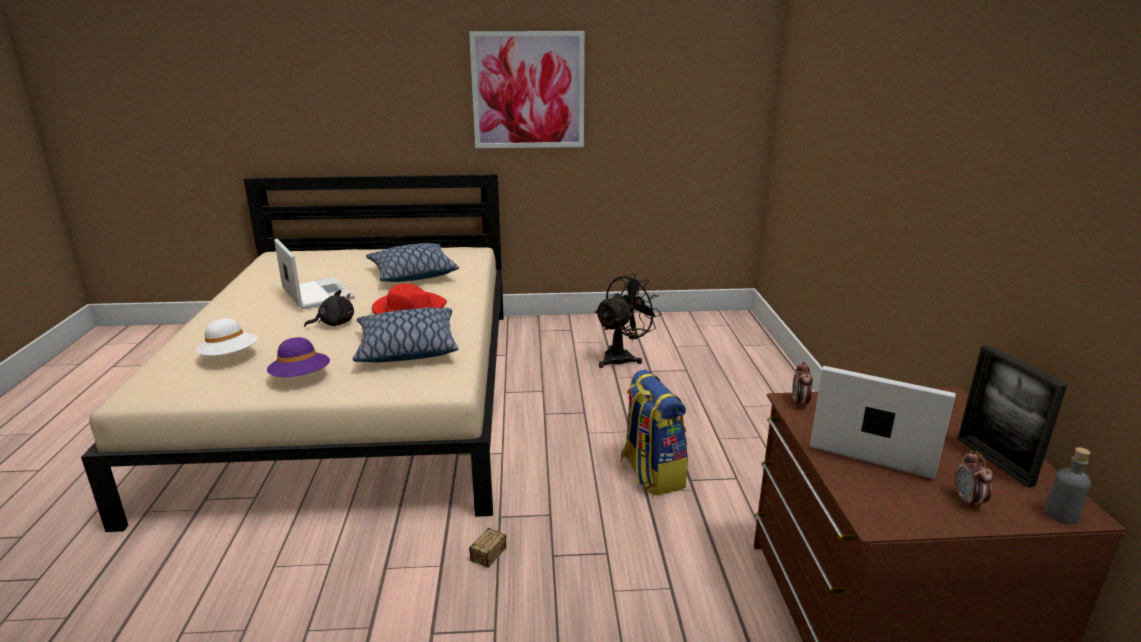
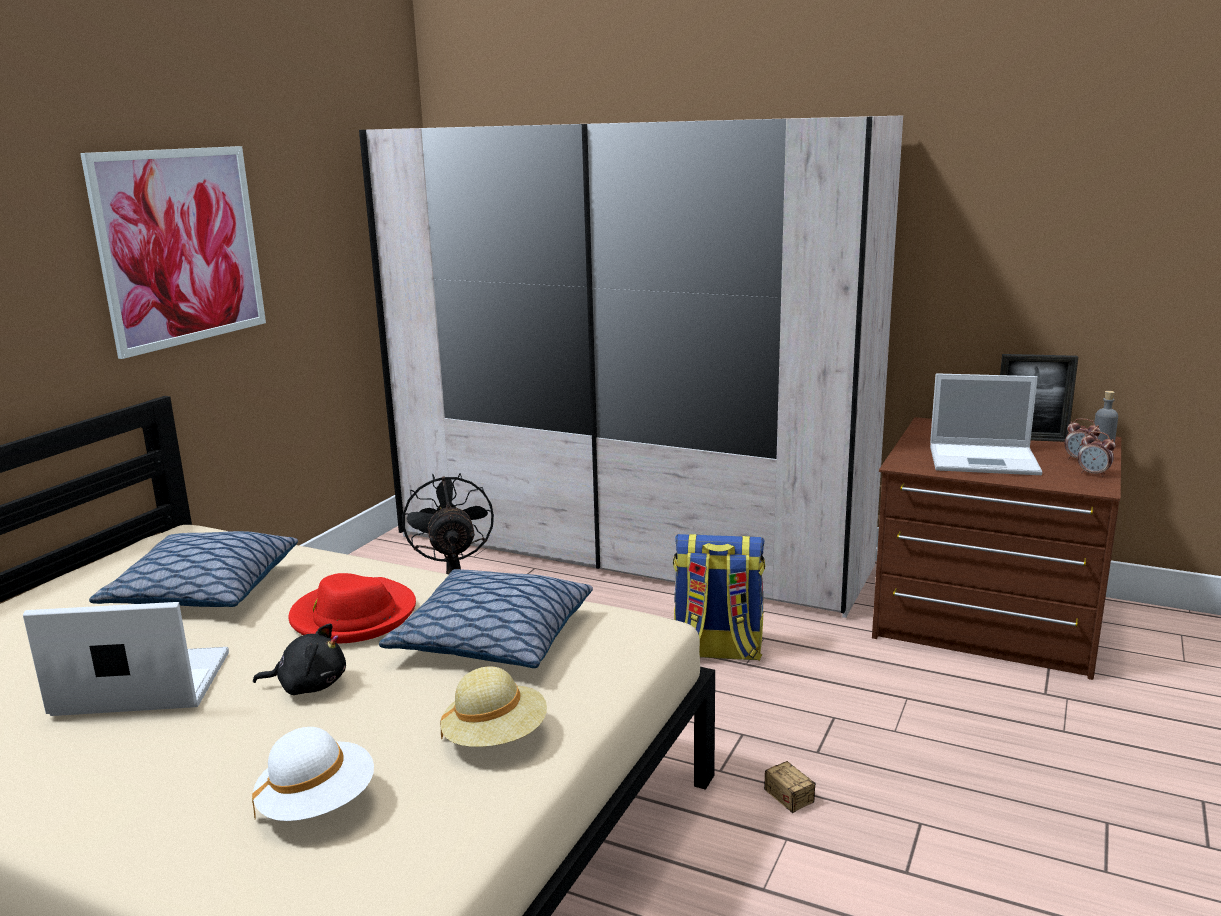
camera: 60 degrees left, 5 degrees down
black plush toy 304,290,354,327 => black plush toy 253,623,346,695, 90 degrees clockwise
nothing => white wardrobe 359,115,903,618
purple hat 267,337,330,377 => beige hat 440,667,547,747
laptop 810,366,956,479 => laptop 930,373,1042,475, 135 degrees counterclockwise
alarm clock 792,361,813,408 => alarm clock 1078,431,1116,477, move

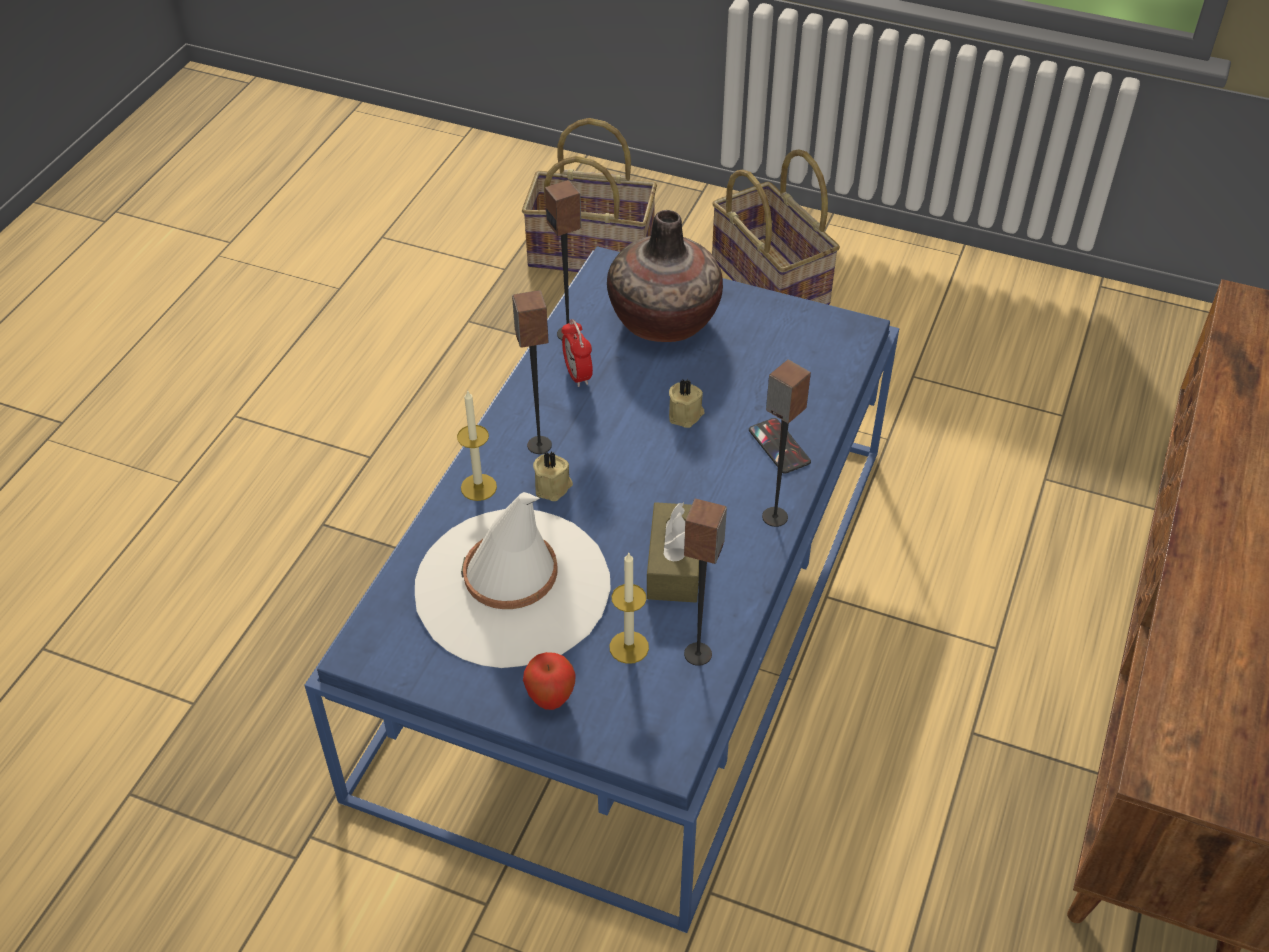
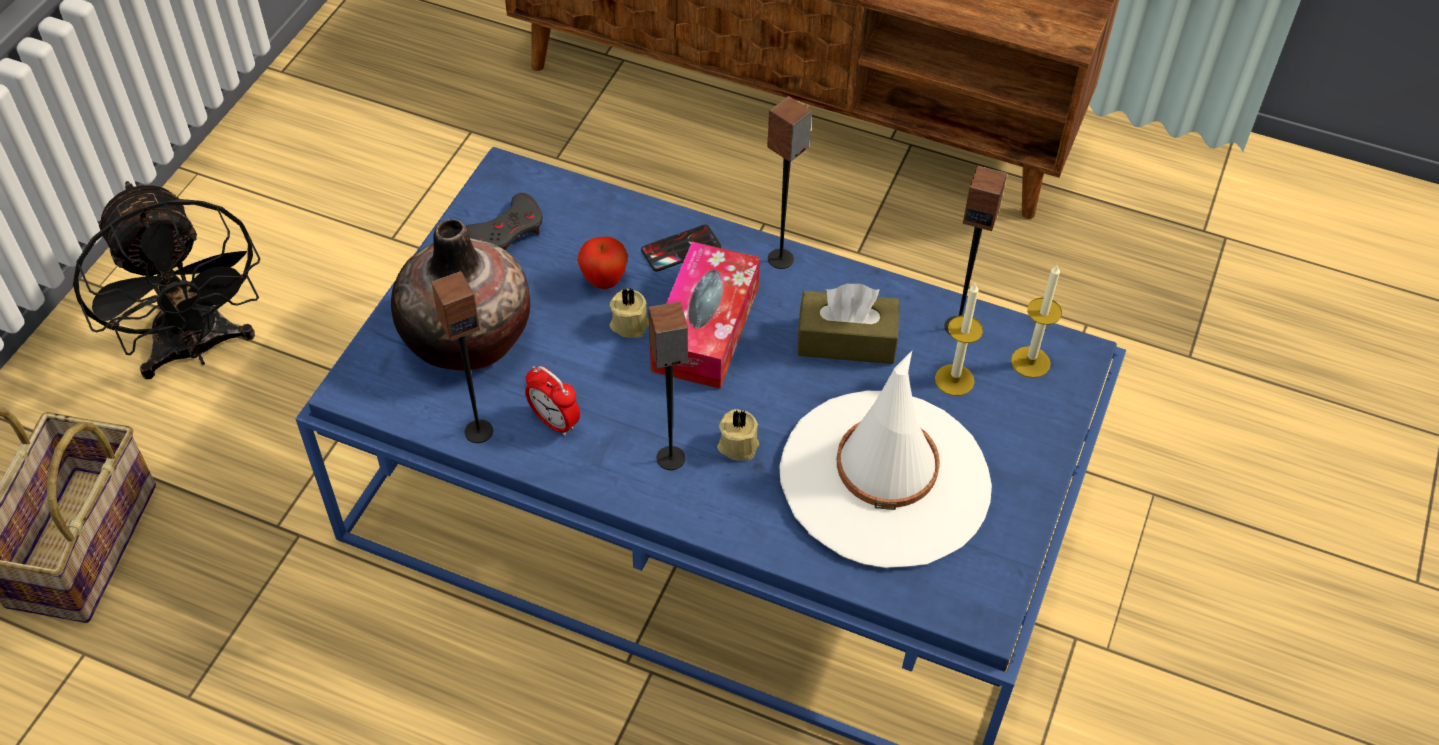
camera: 90 degrees left, 5 degrees up
basket 712,149,840,305 => black fan 73,181,261,379
nothing => grey game controller 466,193,543,250
alarm clock 562,319,593,387 => alarm clock 525,366,580,436, 60 degrees clockwise
apple 523,652,576,710 => apple 577,237,628,289, move
nothing => tissue box 650,242,760,389
candle 457,390,497,501 => candle 1011,264,1062,378, move

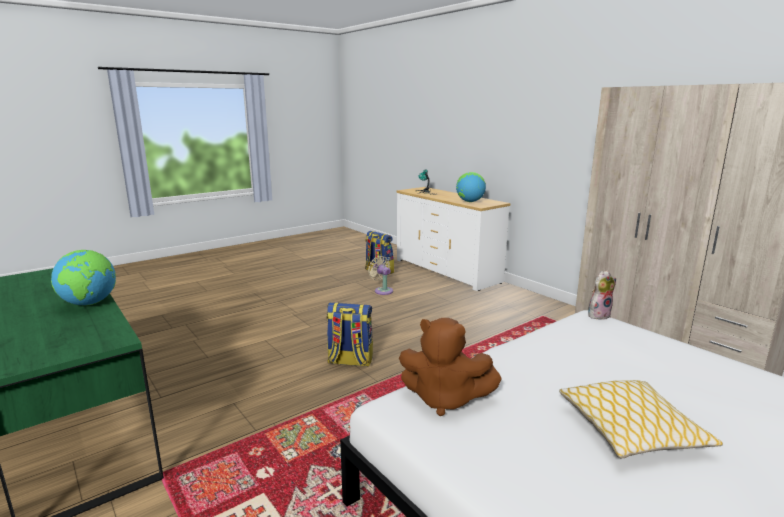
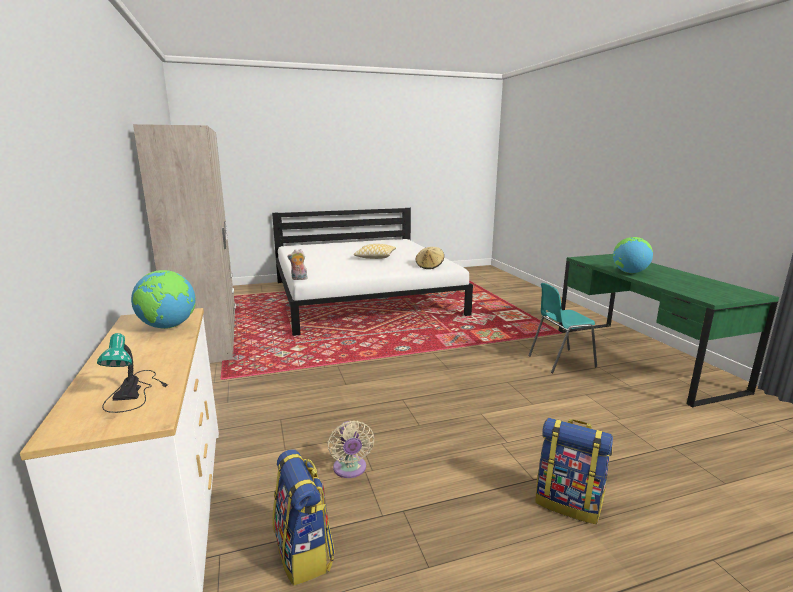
camera: 160 degrees left, 0 degrees up
brown plush toy 399,318,502,416 => beige hat 416,247,444,269
nothing => turquoise chair 528,283,597,373
backpack 326,303,373,367 => backpack 535,418,613,524, move

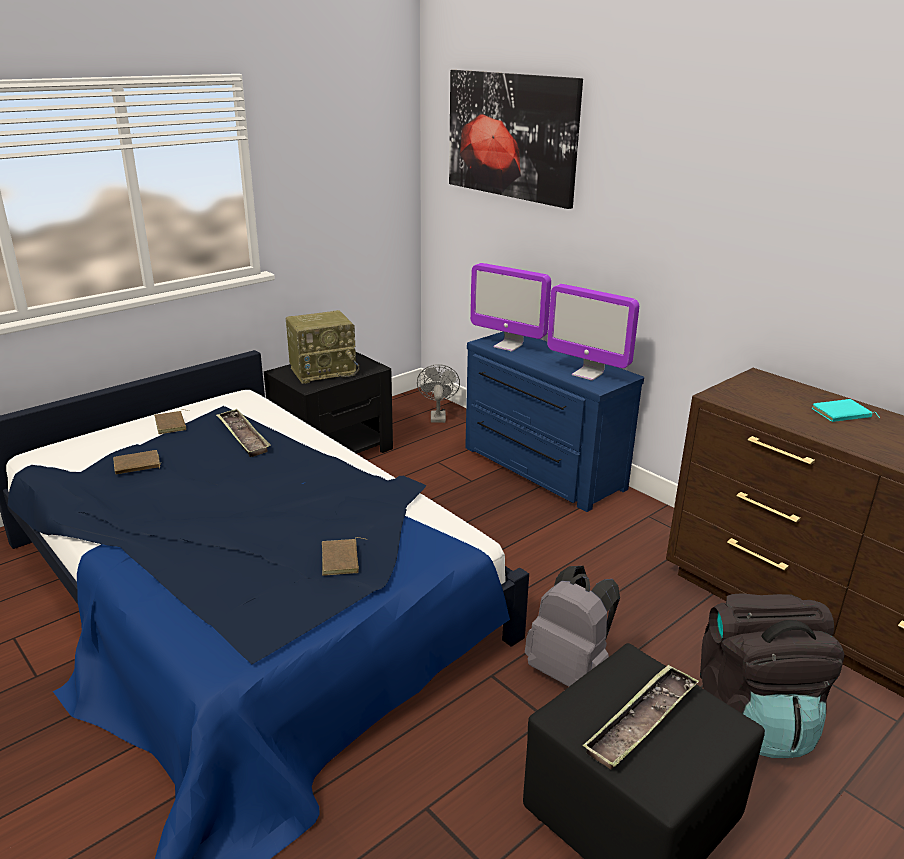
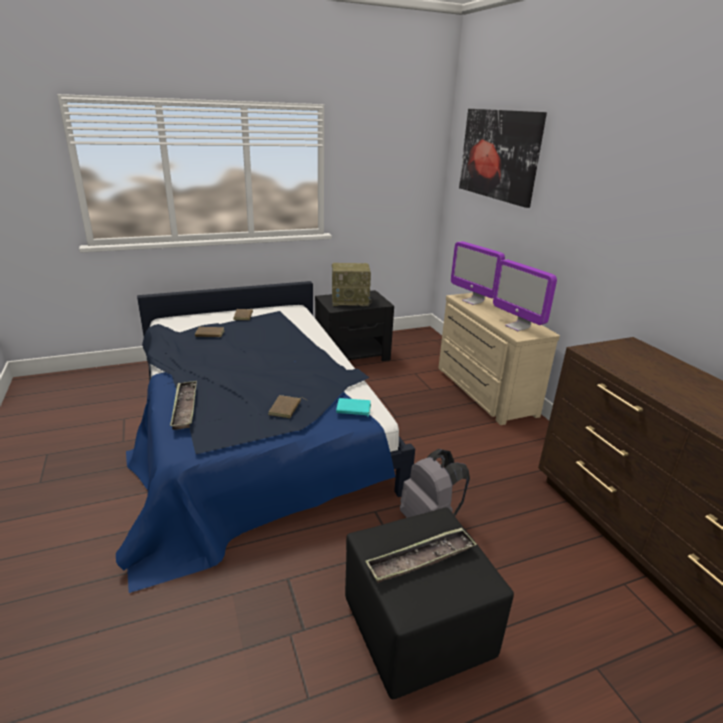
camera: 20 degrees right, 0 degrees up
tray 216,409,271,457 => tray 170,381,197,430, move
turquoise book 812,399,880,422 => turquoise book 336,398,371,416, move
blue dresser 465,332,644,512 => beige dresser 438,293,560,425
grey fan 417,364,460,423 => nothing
black backpack 700,593,845,758 => nothing

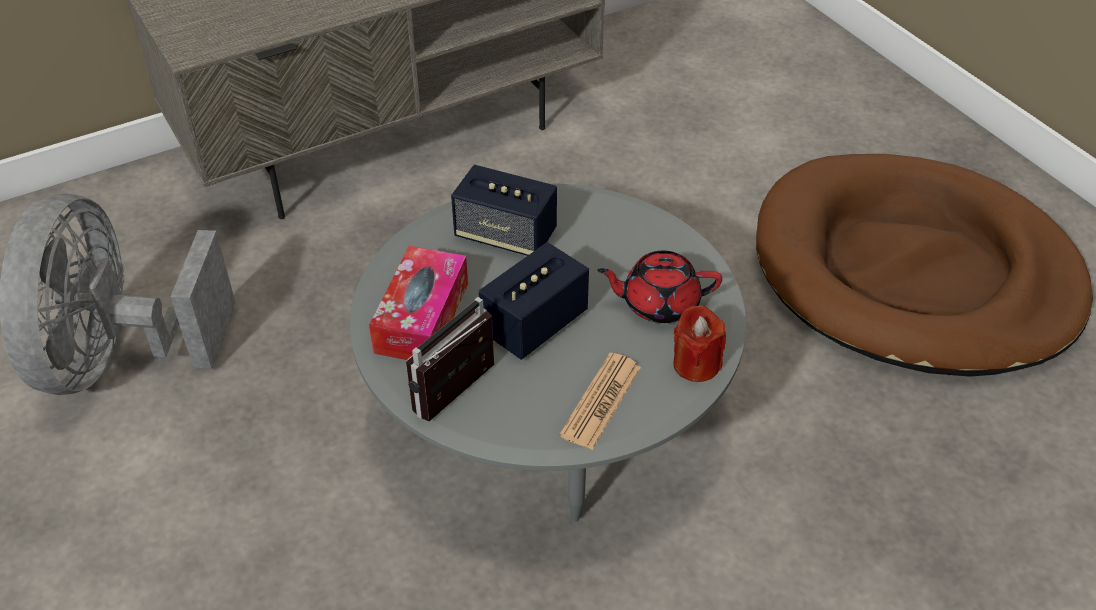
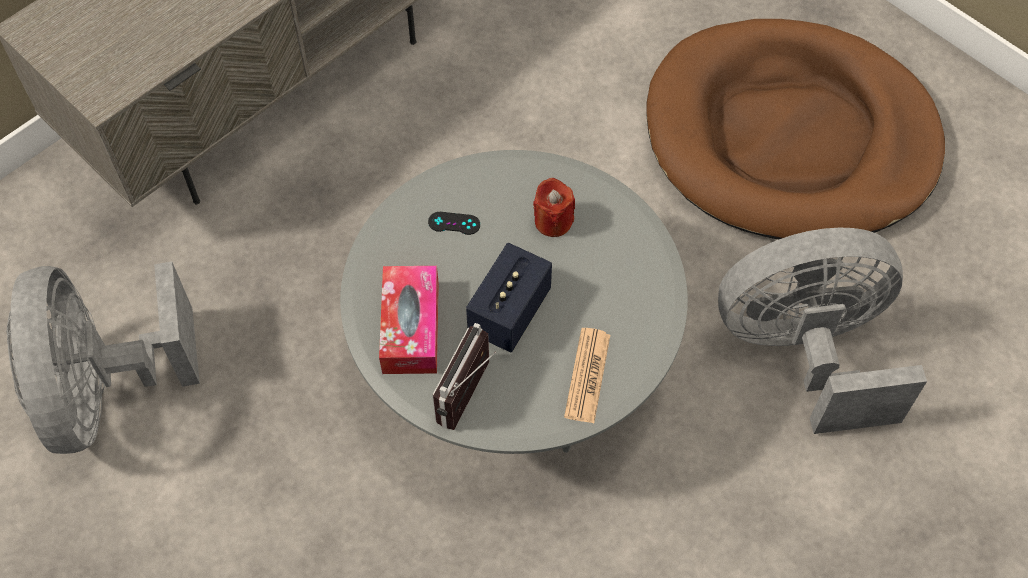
camera: 15 degrees left, 15 degrees up
speaker 451,165,557,256 => black game controller 428,212,480,235
red candle 673,305,726,382 => red candle 533,177,575,237, move
nothing => grey fan 718,228,927,434
red teapot 597,251,722,323 => nothing

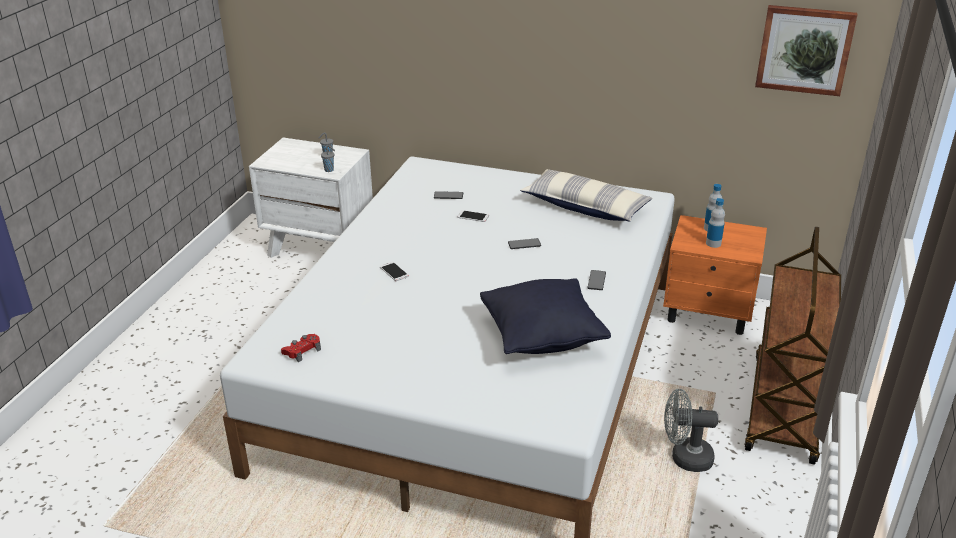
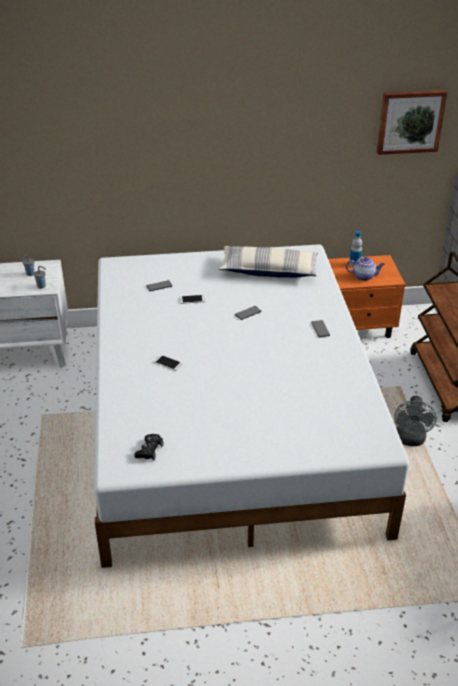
camera: 25 degrees left, 5 degrees up
red game controller 281,334,321,362 => black game controller 134,434,164,461
bottle 706,198,725,248 => teapot 346,257,385,281
grey fan 664,389,718,472 => grey fan 394,396,437,446, 60 degrees counterclockwise
black pillow 480,278,611,354 => nothing

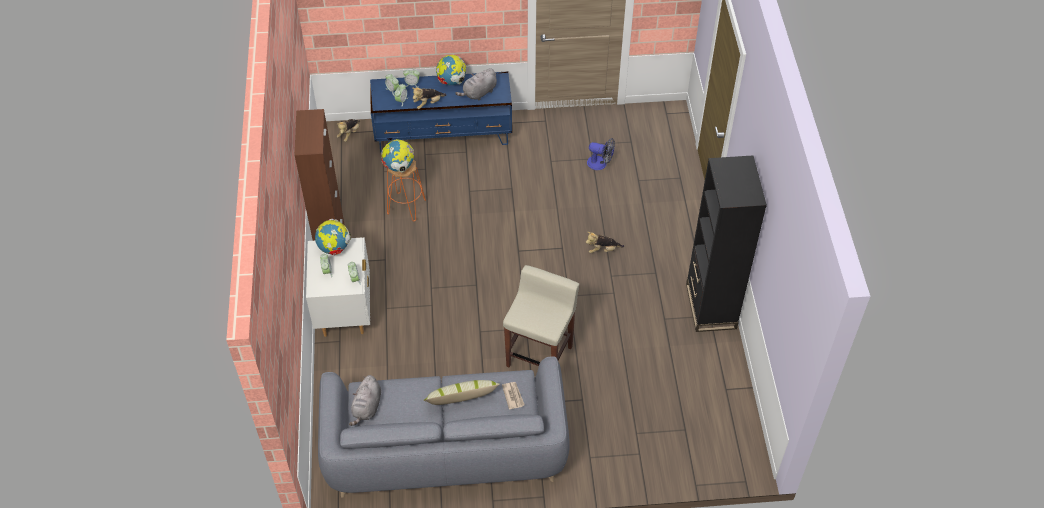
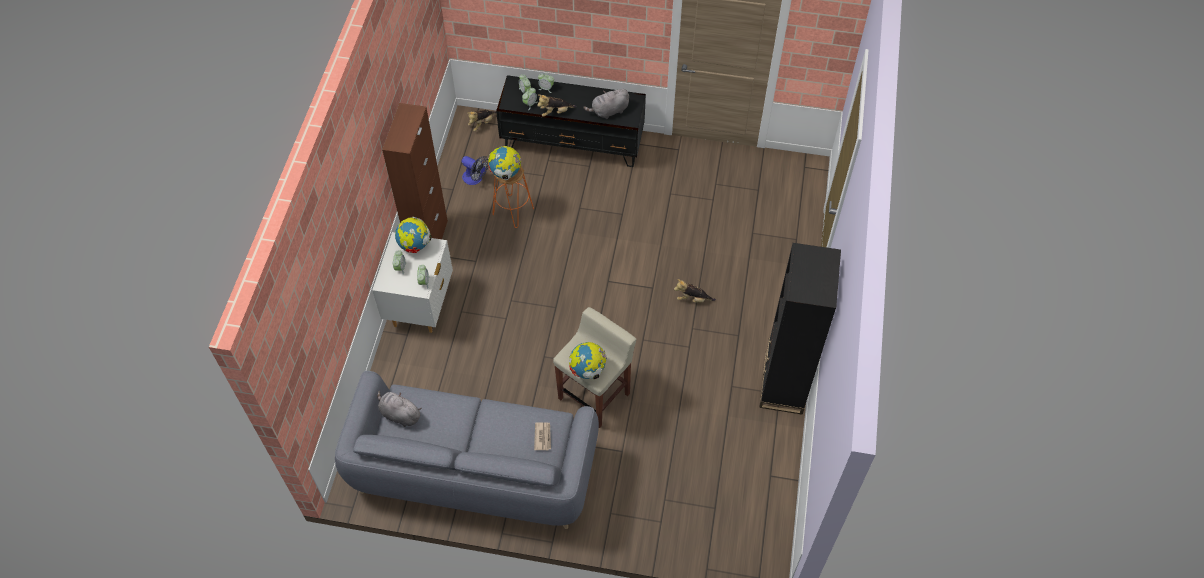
camera: 15 degrees right, 5 degrees up
grey plush toy 349,375,381,426 => grey plush toy 377,391,422,427, 90 degrees clockwise
fan 587,138,615,170 => fan 461,156,488,185, move
blue tv stand 370,72,512,152 => black tv stand 496,75,646,167
globe 436,55,466,85 => globe 569,342,607,380, move
pillow 424,380,500,405 => nothing

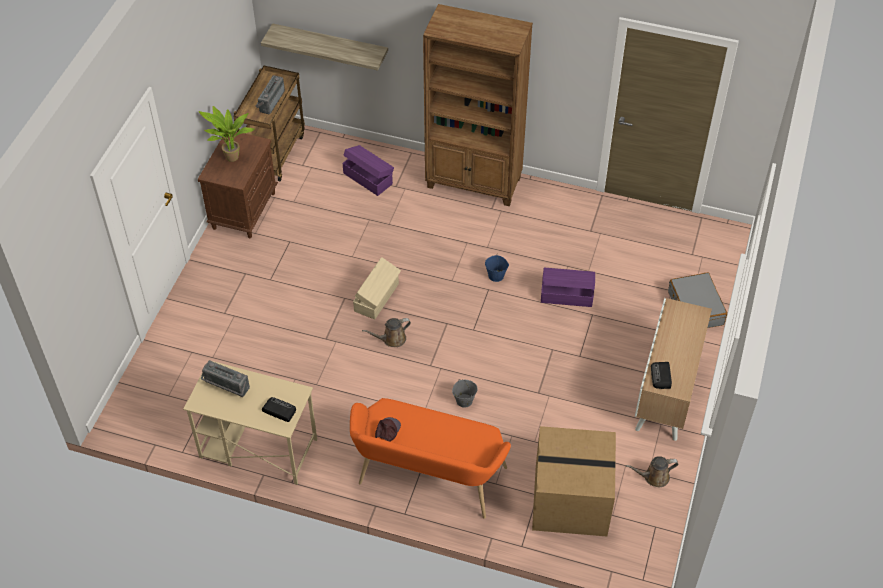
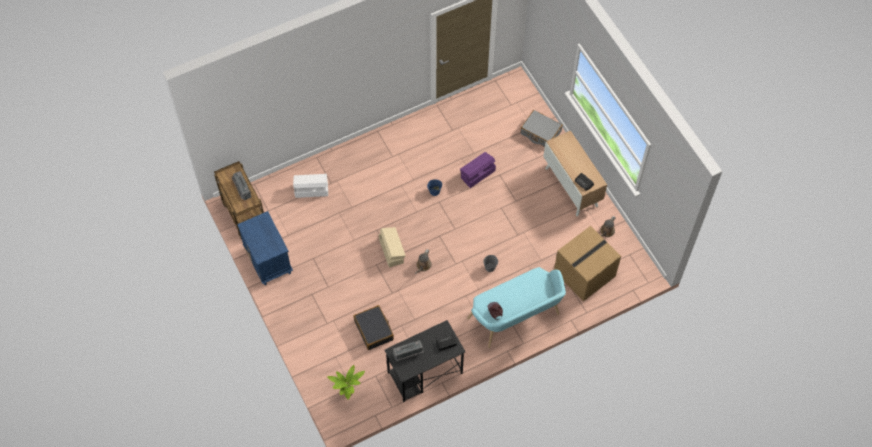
camera: 45 degrees left, 10 degrees up
brown nightstand 198,132,278,238 => blue nightstand 237,211,293,285
purple storage box 343,145,394,196 => white storage box 293,174,328,198
potted plant 199,106,255,162 => potted plant 327,365,365,400, move
nothing => black suitcase 353,305,394,350
beige desk 183,361,317,485 => black desk 384,320,466,402
orange bench 350,398,511,519 => turquoise bench 467,267,566,348
shelf 261,23,388,71 => nothing
brown bookcase 423,4,533,206 => nothing

